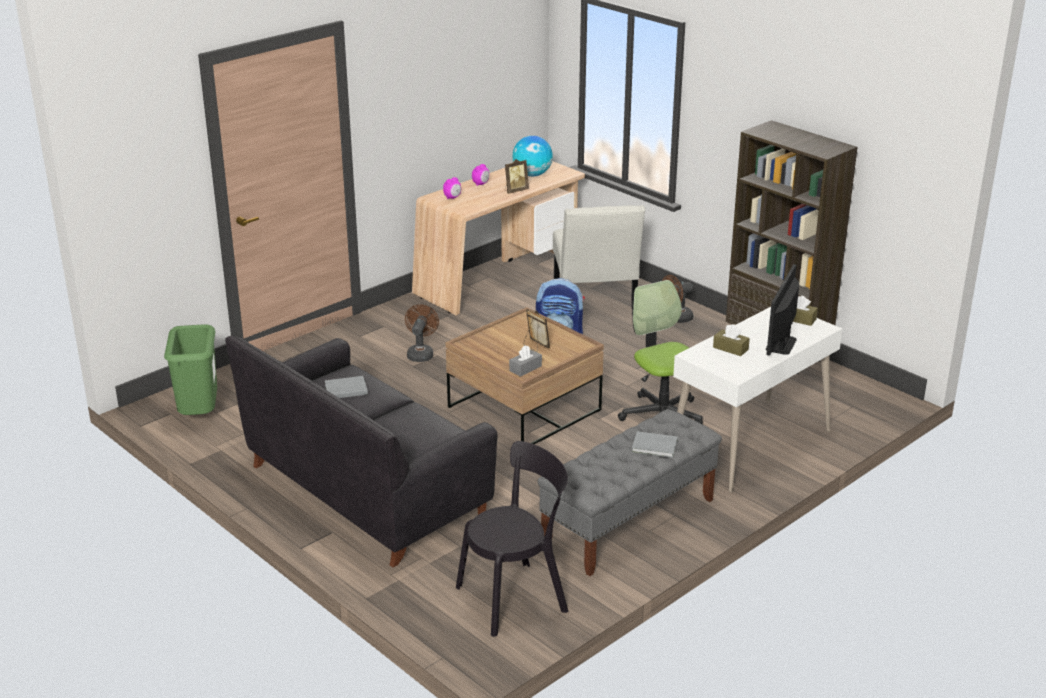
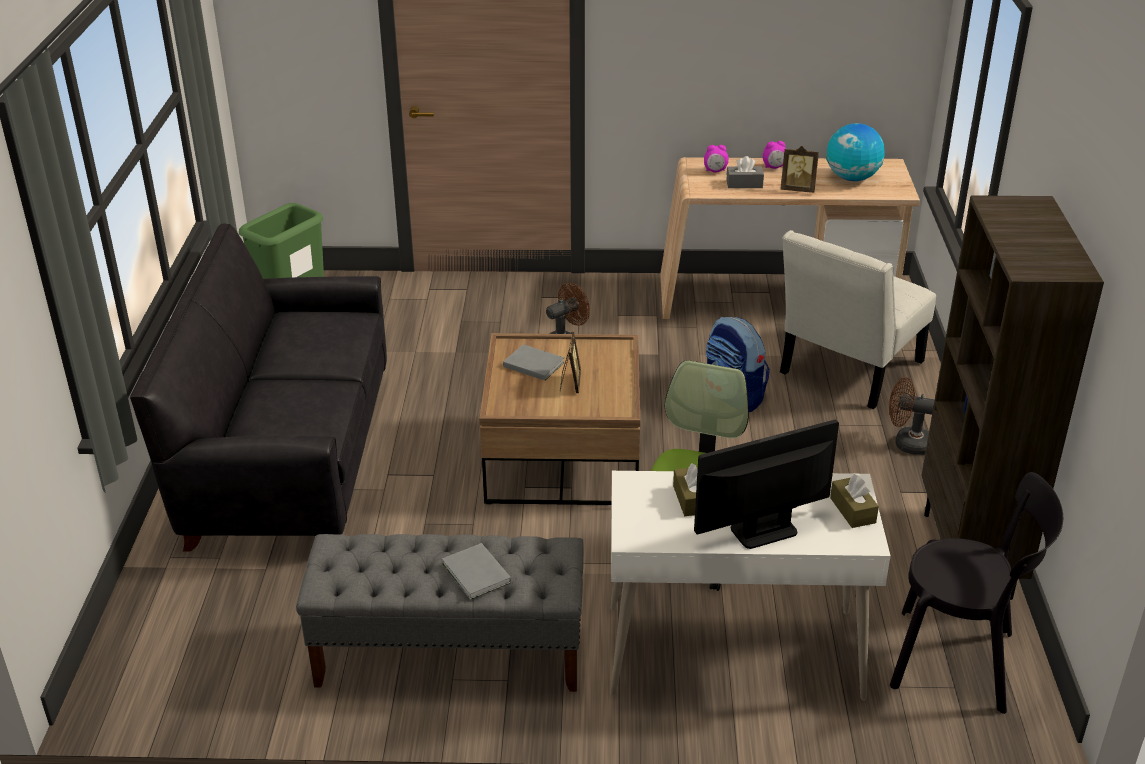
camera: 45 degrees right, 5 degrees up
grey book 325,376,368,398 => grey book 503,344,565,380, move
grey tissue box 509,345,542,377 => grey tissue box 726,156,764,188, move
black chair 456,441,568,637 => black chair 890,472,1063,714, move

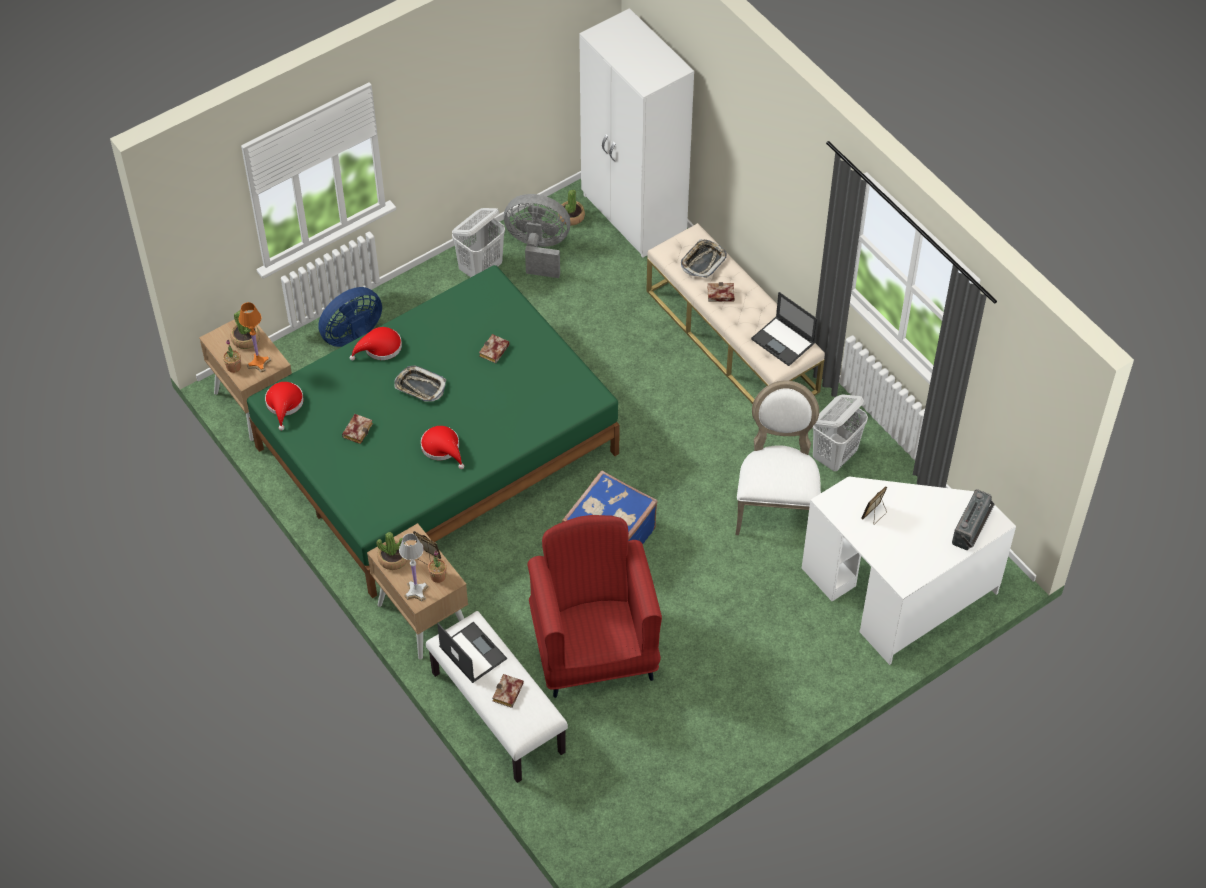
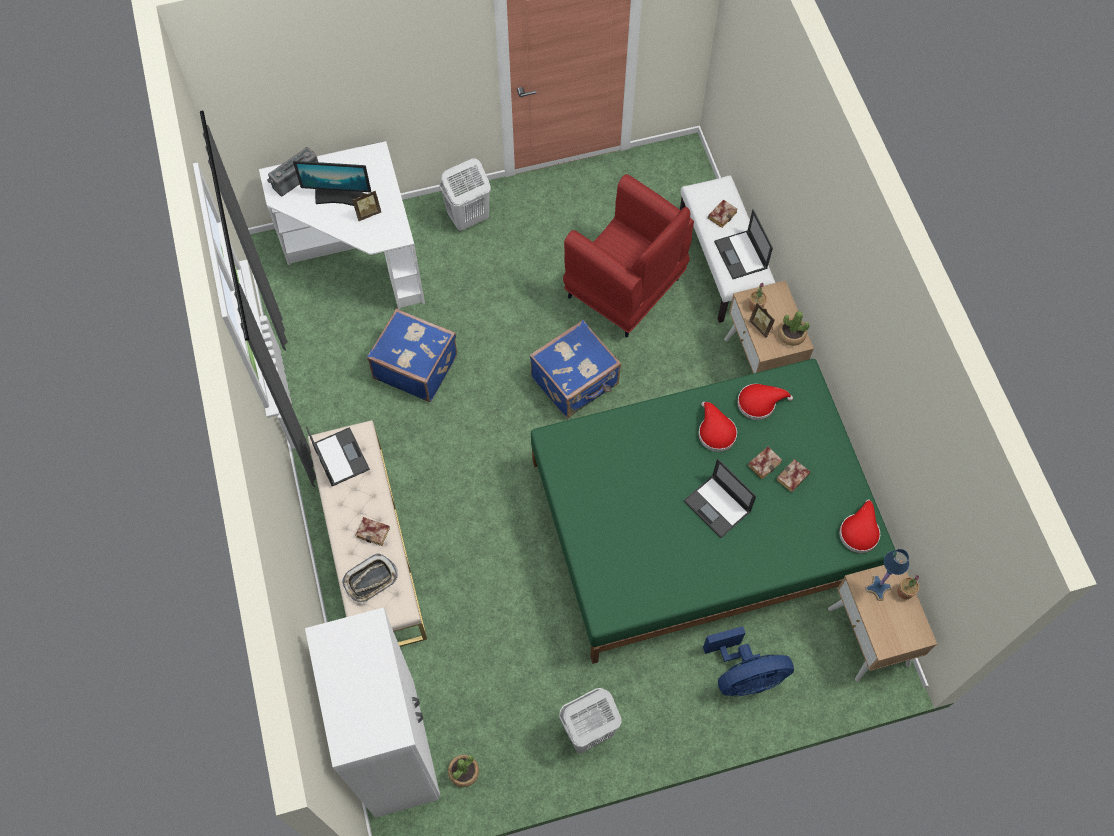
camera: 160 degrees left, 10 degrees up
nothing => monitor 293,161,371,206
white chair 735,380,821,535 => blue suitcase 367,309,457,402
white laundry basket 812,394,868,471 => white laundry basket 439,159,491,231, move
red armchair 528,515,662,698 => red armchair 563,174,694,338, 60 degrees counterclockwise
tray 395,366,446,402 => laptop 684,459,756,538
red hat 350,327,402,361 => red hat 737,384,793,420, move
book 479,334,510,364 => book 748,447,782,479, move
orange table lamp 239,302,271,372 => blue table lamp 865,549,909,601
potted plant 231,310,260,349 => nothing
white table lamp 399,533,428,602 => nothing
grey fan 504,194,570,278 => nothing

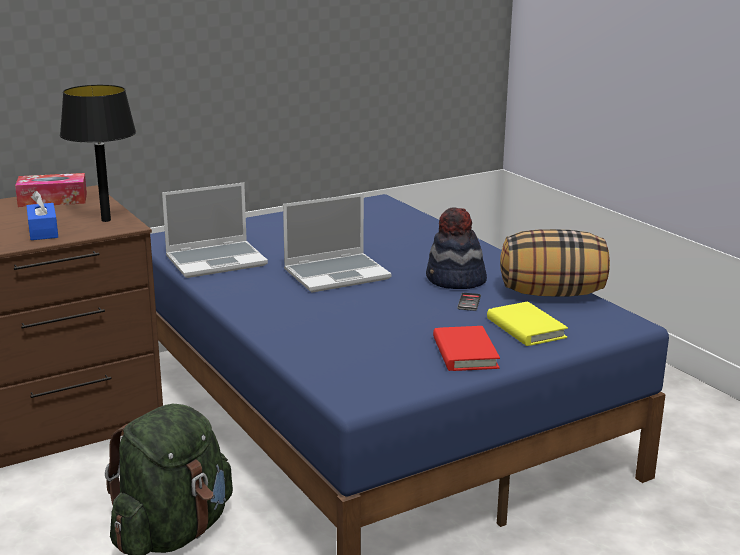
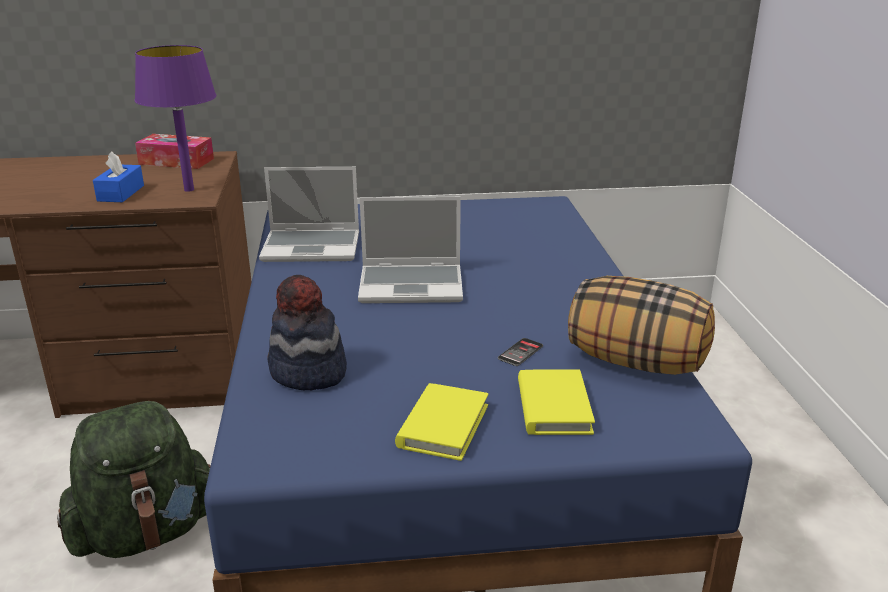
camera: 25 degrees right, 5 degrees up
black table lamp 60,85,136,222 => purple table lamp 135,45,217,192
hat 426,207,487,289 => hat 267,275,347,390, move
red book 433,326,500,371 => yellow book 395,383,489,461

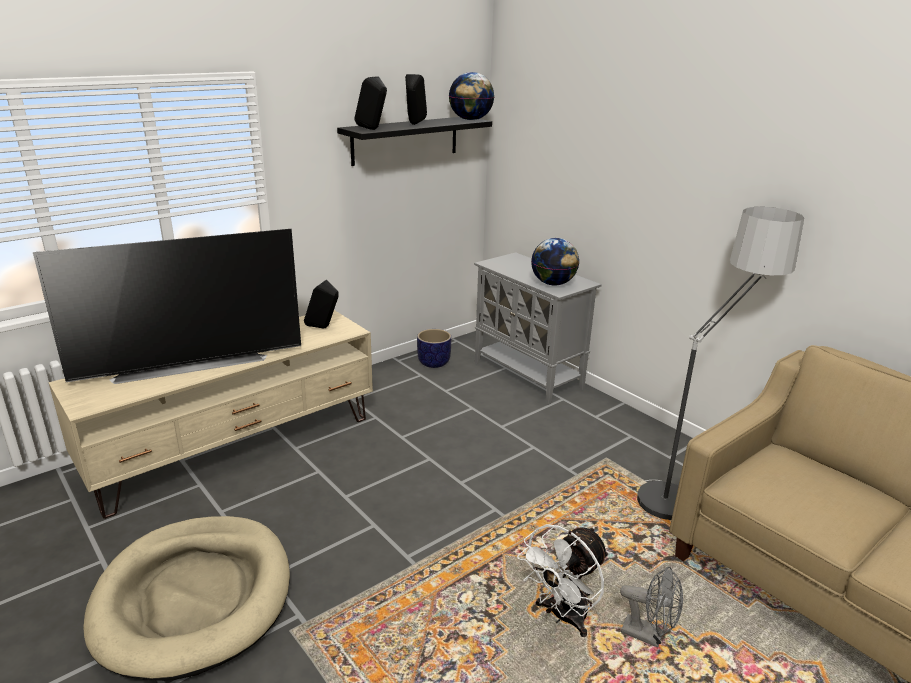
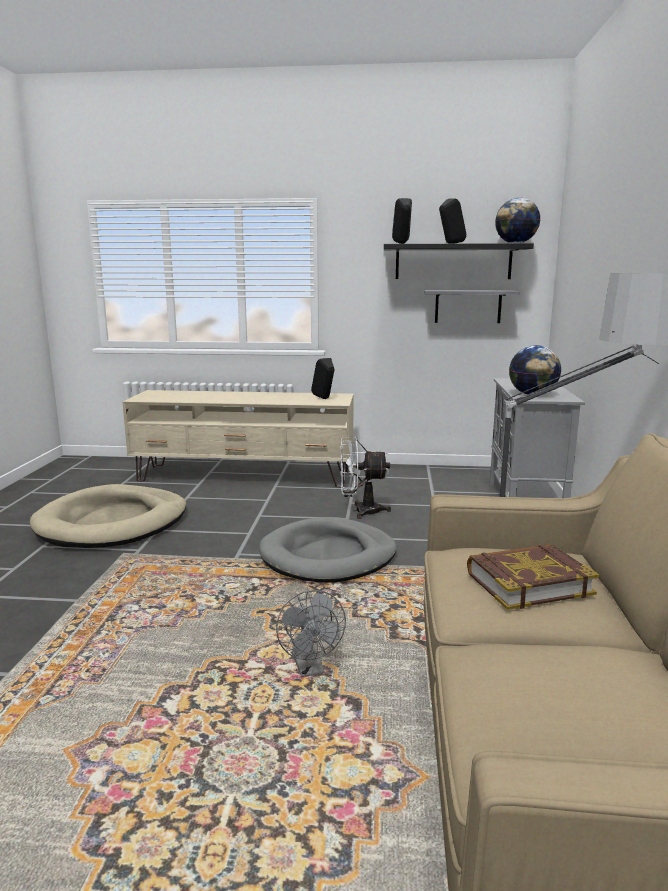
camera: 45 degrees right, 10 degrees down
nothing => grey dog bed 259,517,397,583
white fan 517,524,609,637 => white fan 340,437,391,519, move
nothing => grey shelf 424,290,520,323
nothing => book 467,544,599,610
television 33,229,301,384 => nothing
planter 417,329,451,368 => nothing

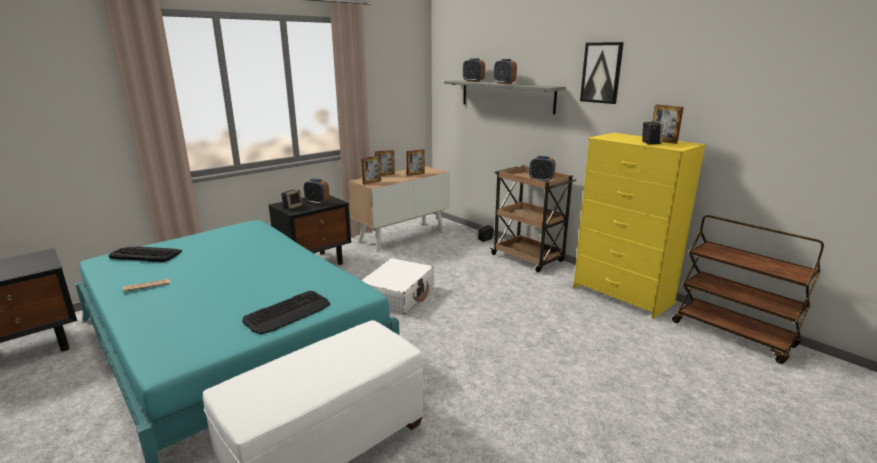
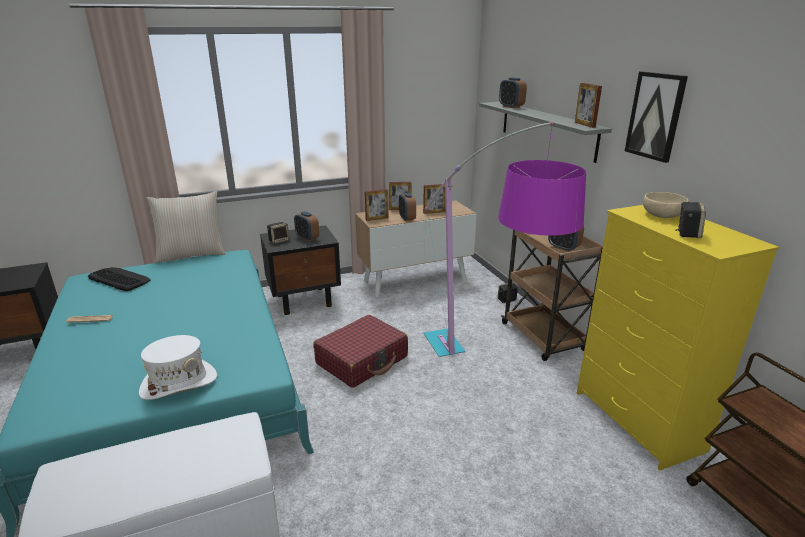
camera: 20 degrees right, 5 degrees up
keyboard 242,291,330,334 => white hat 139,335,217,400
nothing => beige pillow 147,191,226,262
white suitcase 361,258,434,314 => red suitcase 313,315,408,388
alarm clock 494,59,517,84 => alarm clock 399,193,416,221, move
nothing => floor lamp 423,122,586,357
picture frame 653,105,684,144 => picture frame 575,83,602,128, move
nothing => beige bowl 643,192,689,218

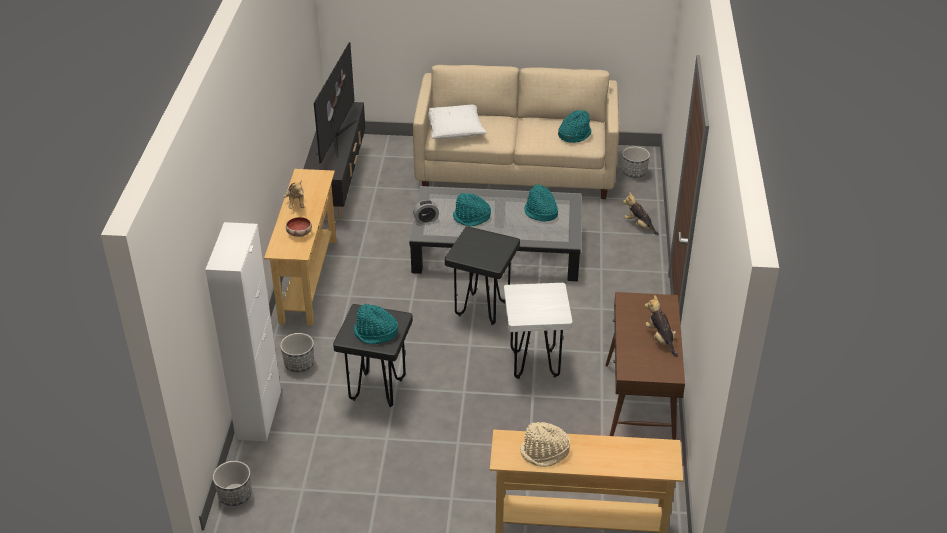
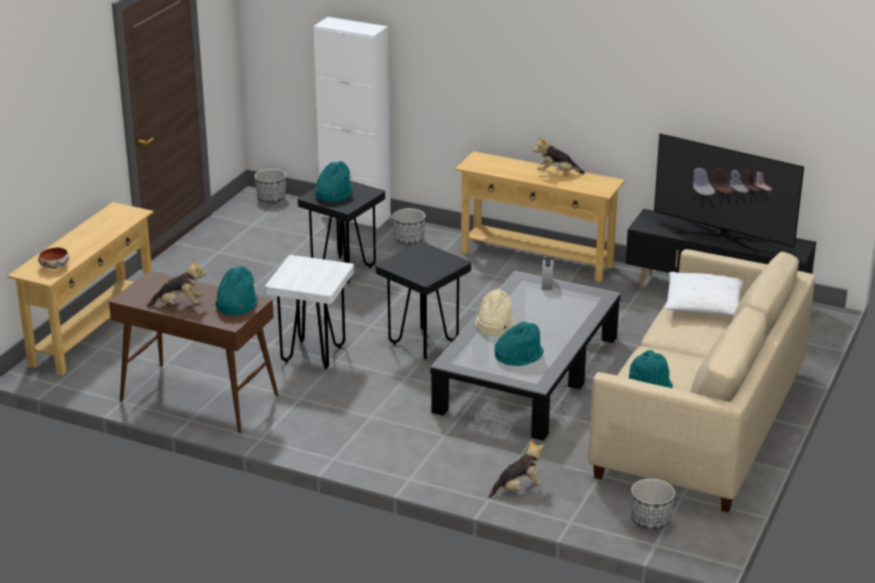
camera: 110 degrees right, 10 degrees down
bowl 286,217,312,237 => bowl 38,247,69,269, move
turquoise hat 453,193,491,226 => turquoise hat 215,266,257,315, move
beige hat 520,422,570,467 => beige hat 475,289,514,336, move

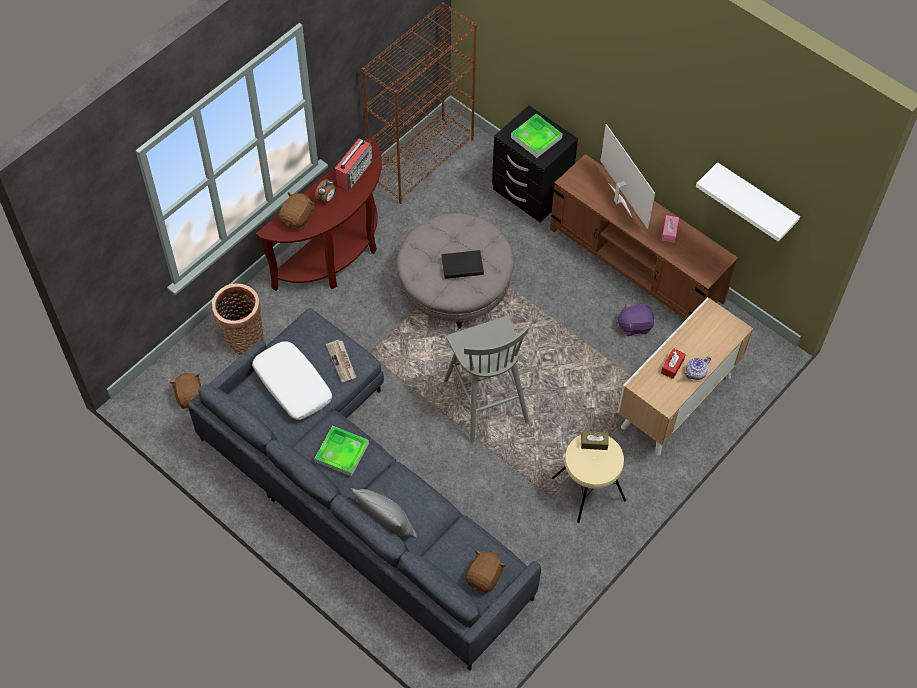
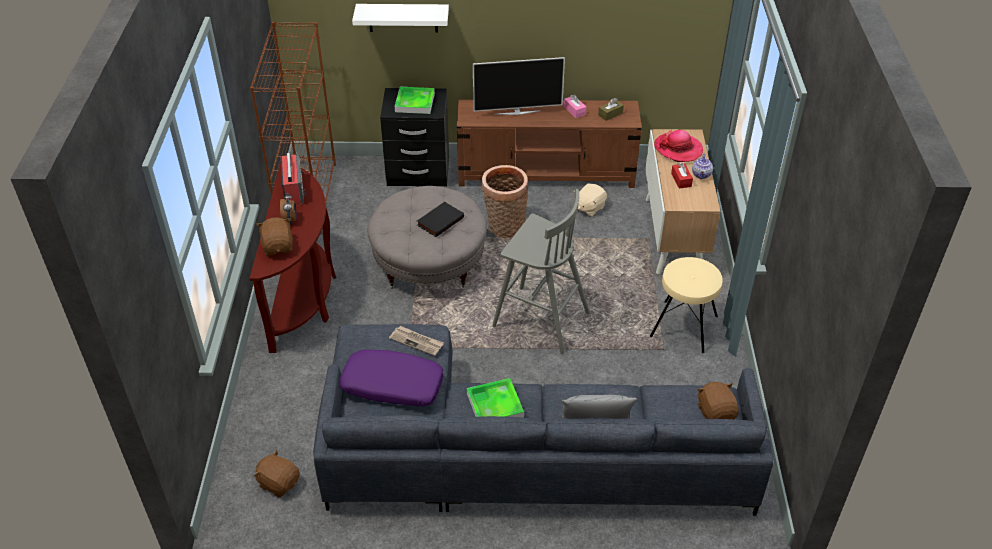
camera: 40 degrees left, 15 degrees down
white pillow 252,341,332,420 => purple pillow 340,350,443,406
white shelf 696,162,800,242 => white shelf 352,4,449,33, move
television 600,124,655,229 => television 473,57,565,115, 150 degrees clockwise
basket 212,283,264,355 => basket 482,165,529,239, move
purple plush toy 616,304,654,336 => beige plush toy 574,183,607,217
brown tissue box 581,431,609,450 => brown tissue box 598,98,624,121, move
nothing => hat 654,130,703,162

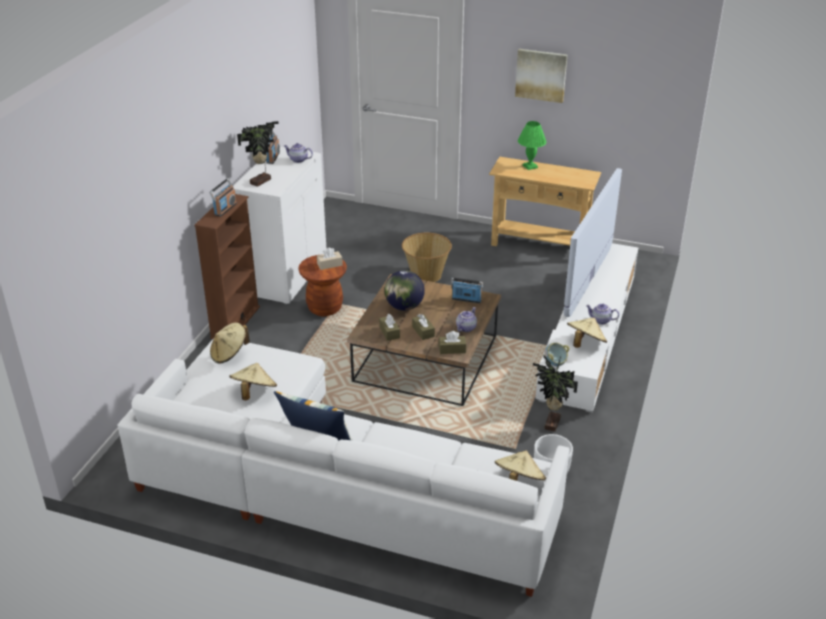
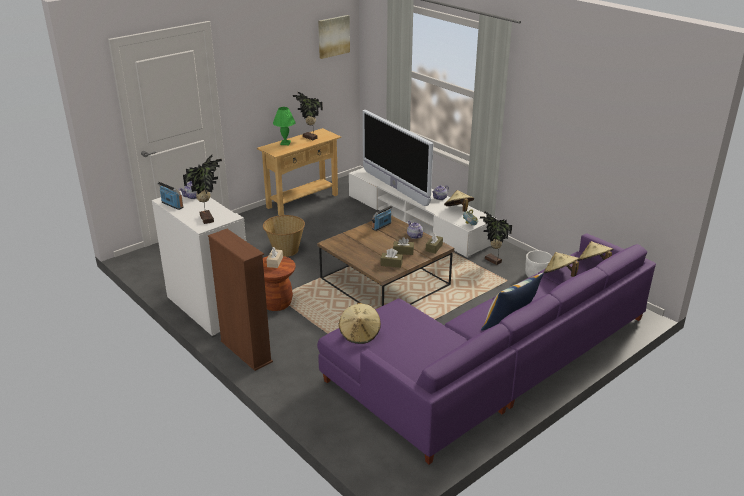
camera: 60 degrees left, 5 degrees down
nothing => potted plant 293,92,323,140
white sofa 117,339,570,597 => purple sofa 317,233,656,464
picture 515,49,567,103 => picture 318,15,350,59, move
beige hat 229,363,277,400 => beige hat 544,252,579,277, move
radio 209,178,237,217 => nothing
globe 384,270,425,311 => nothing

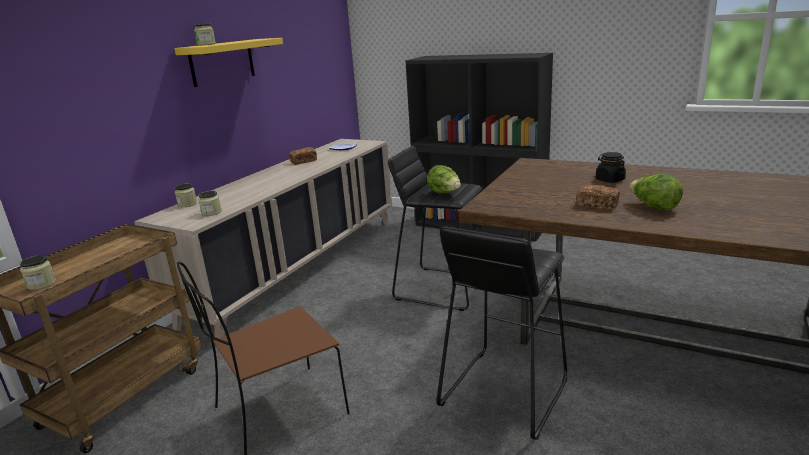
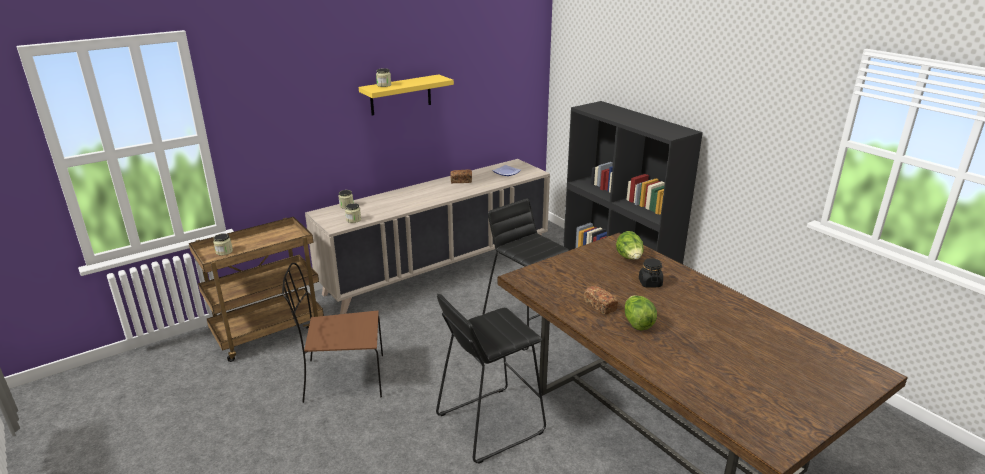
camera: 25 degrees right, 5 degrees up
lettuce 427,165,461,194 => lettuce 616,231,644,260, move

